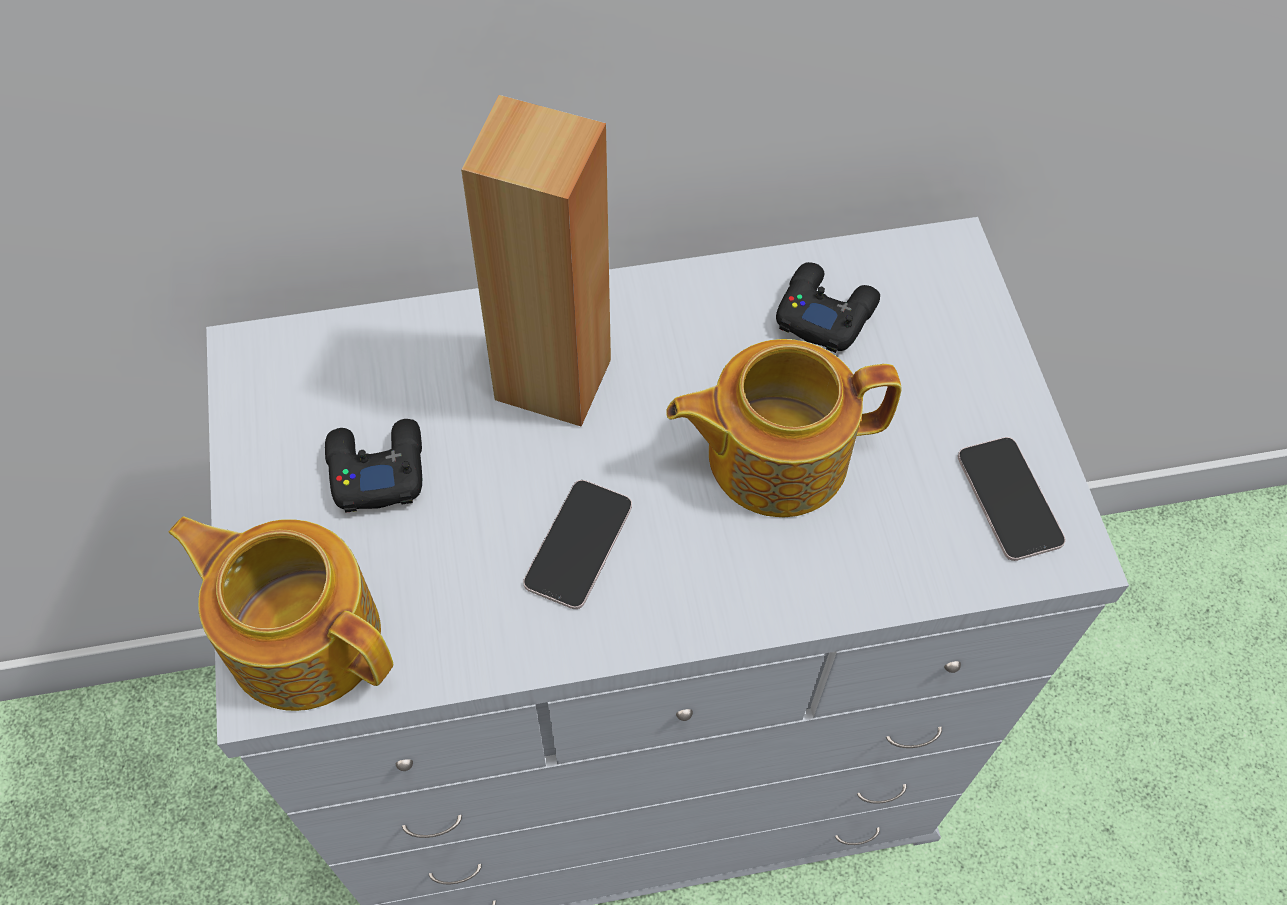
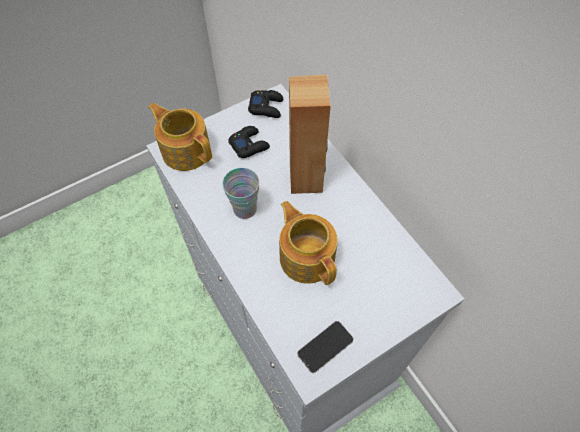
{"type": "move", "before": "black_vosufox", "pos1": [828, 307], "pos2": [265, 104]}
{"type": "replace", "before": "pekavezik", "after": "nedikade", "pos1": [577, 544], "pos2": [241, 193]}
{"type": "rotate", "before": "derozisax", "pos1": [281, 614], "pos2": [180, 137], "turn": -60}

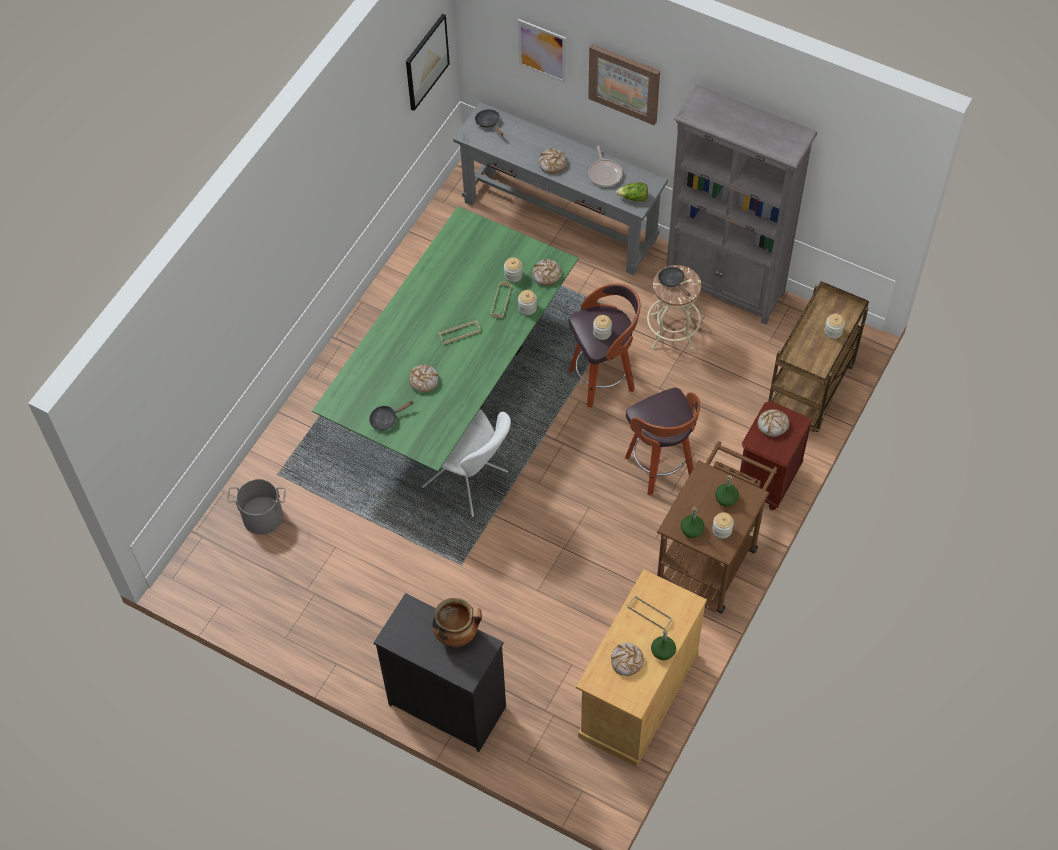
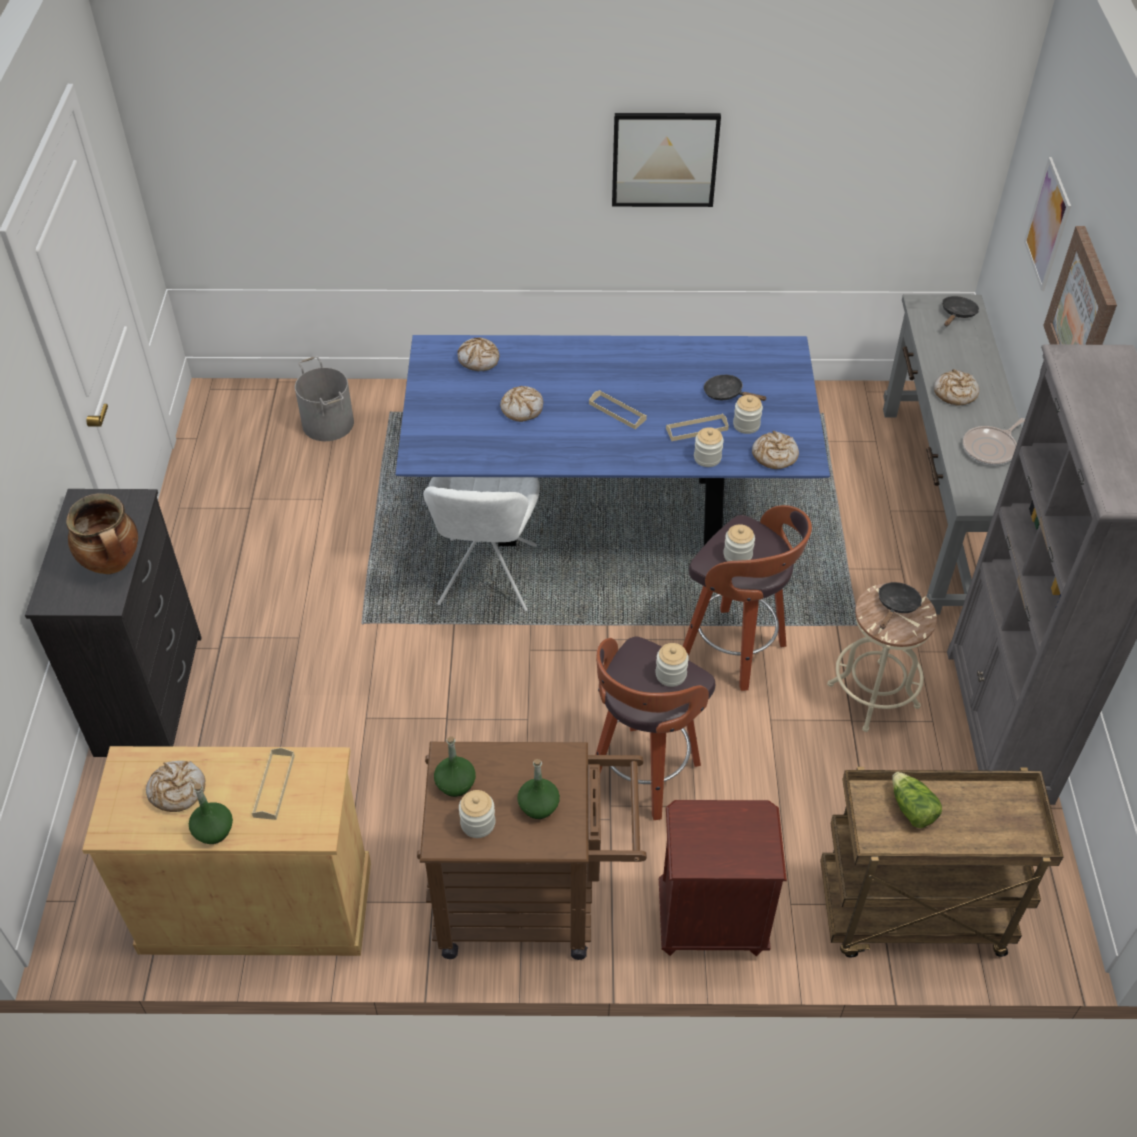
{"type": "move", "before": "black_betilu", "pos1": [391, 416], "pos2": [735, 388]}
{"type": "move", "before": "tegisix", "pos1": [428, 62], "pos2": [666, 160]}
{"type": "move", "before": "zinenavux", "pos1": [632, 192], "pos2": [917, 800]}
{"type": "move", "before": "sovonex", "pos1": [773, 423], "pos2": [478, 354]}
{"type": "move", "before": "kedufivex", "pos1": [835, 326], "pos2": [672, 665]}
{"type": "recolor", "before": "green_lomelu", "after": "blue_lomelu", "pos1": [445, 339], "pos2": [612, 440]}

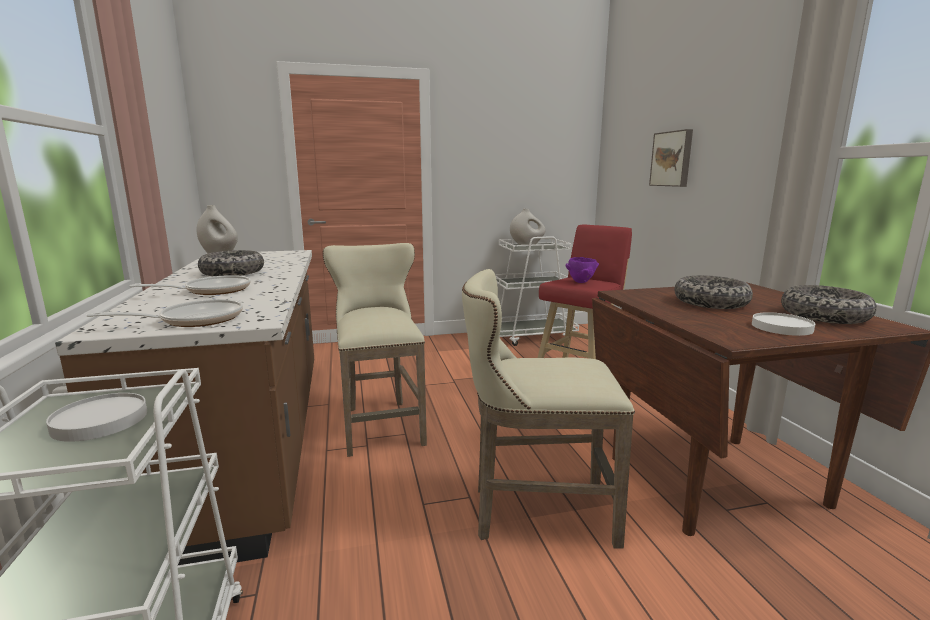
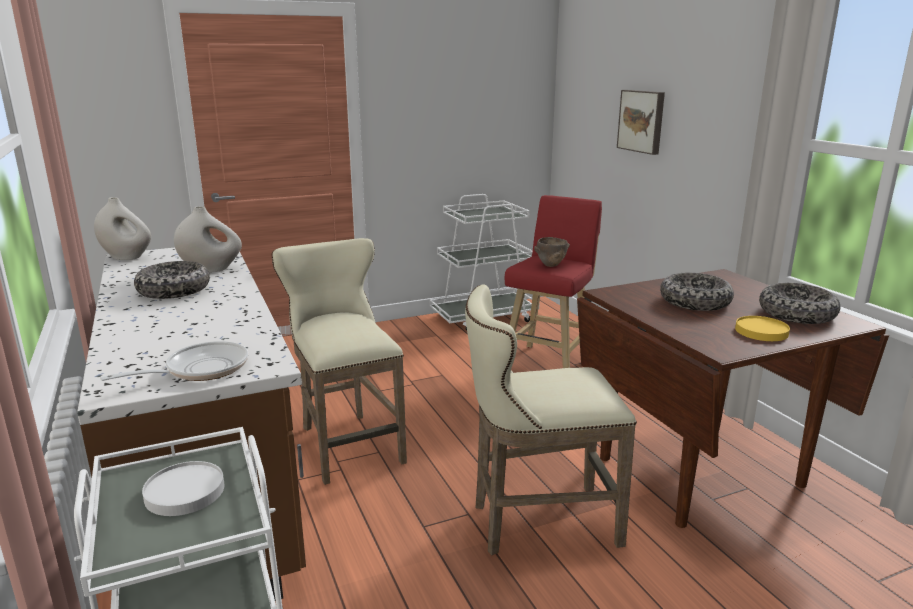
{"type": "delete", "before": "betilu", "pos1": [190, 285]}
{"type": "move", "before": "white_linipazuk", "pos1": [527, 227], "pos2": [208, 239]}
{"type": "recolor", "before": "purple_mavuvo", "after": "brown_mavuvo", "pos1": [582, 270], "pos2": [552, 252]}
{"type": "recolor", "before": "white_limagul", "after": "yellow_limagul", "pos1": [783, 324], "pos2": [762, 328]}

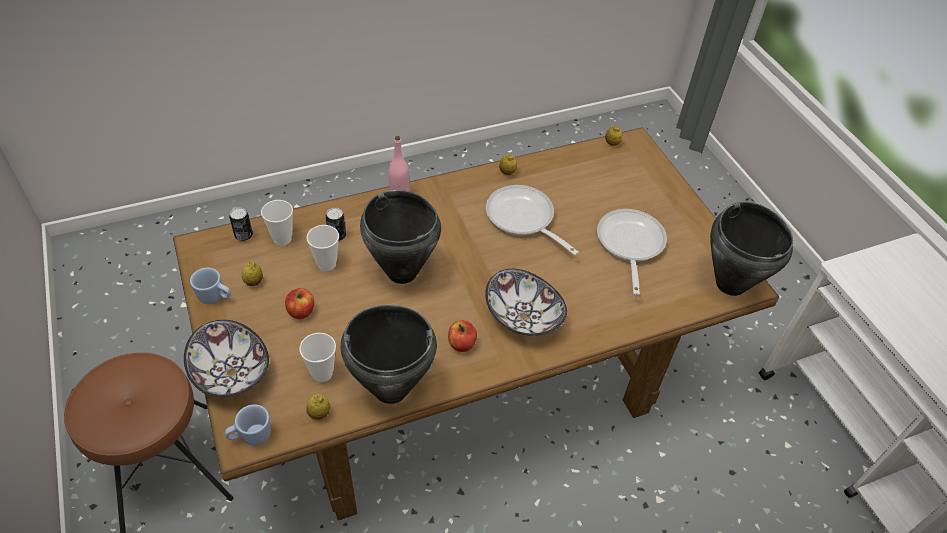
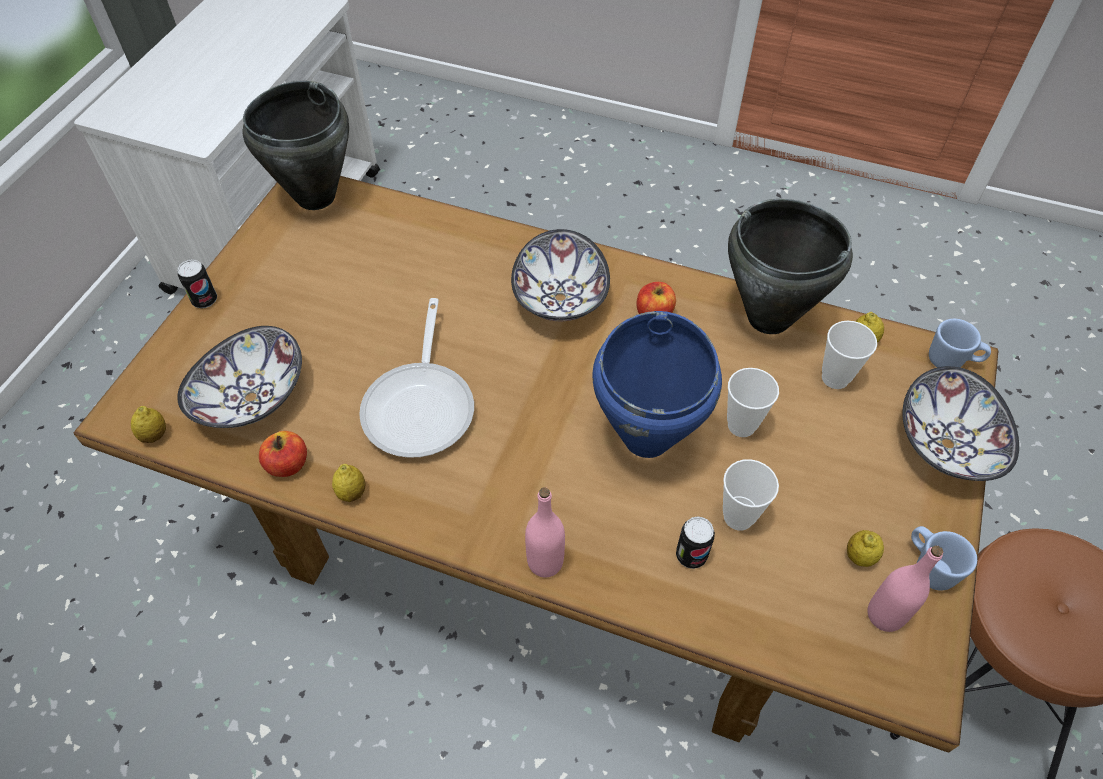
{"type": "delete", "before": "betilu", "pos1": [632, 252]}
{"type": "insert", "after": "mavuvo", "pos2": [239, 377]}
{"type": "insert", "after": "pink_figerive", "pos2": [905, 588]}
{"type": "move", "before": "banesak", "pos1": [241, 224], "pos2": [197, 283]}
{"type": "move", "before": "nedikade", "pos1": [277, 223], "pos2": [753, 402]}
{"type": "move", "before": "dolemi", "pos1": [299, 303], "pos2": [283, 454]}
{"type": "recolor", "before": "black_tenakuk", "after": "blue_tenakuk", "pos1": [400, 237], "pos2": [657, 384]}

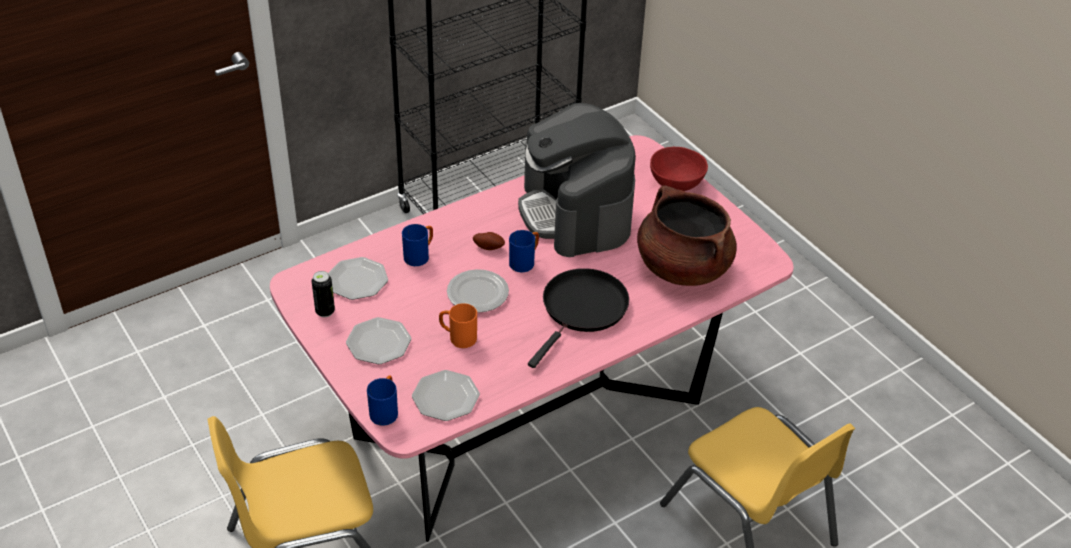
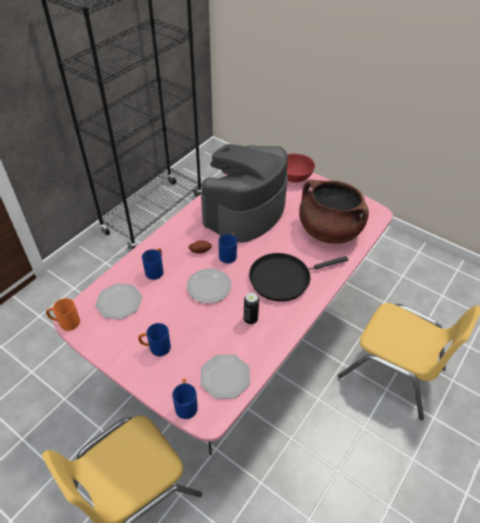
{"type": "move", "before": "banesak", "pos1": [323, 294], "pos2": [251, 308]}
{"type": "move", "before": "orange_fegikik", "pos1": [458, 325], "pos2": [63, 314]}
{"type": "replace", "before": "limagul", "after": "blue_fegikik", "pos1": [378, 340], "pos2": [154, 340]}
{"type": "rotate", "before": "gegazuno", "pos1": [577, 180], "pos2": [244, 193], "turn": 75}
{"type": "rotate", "before": "black_betilu", "pos1": [578, 318], "pos2": [298, 277], "turn": -120}

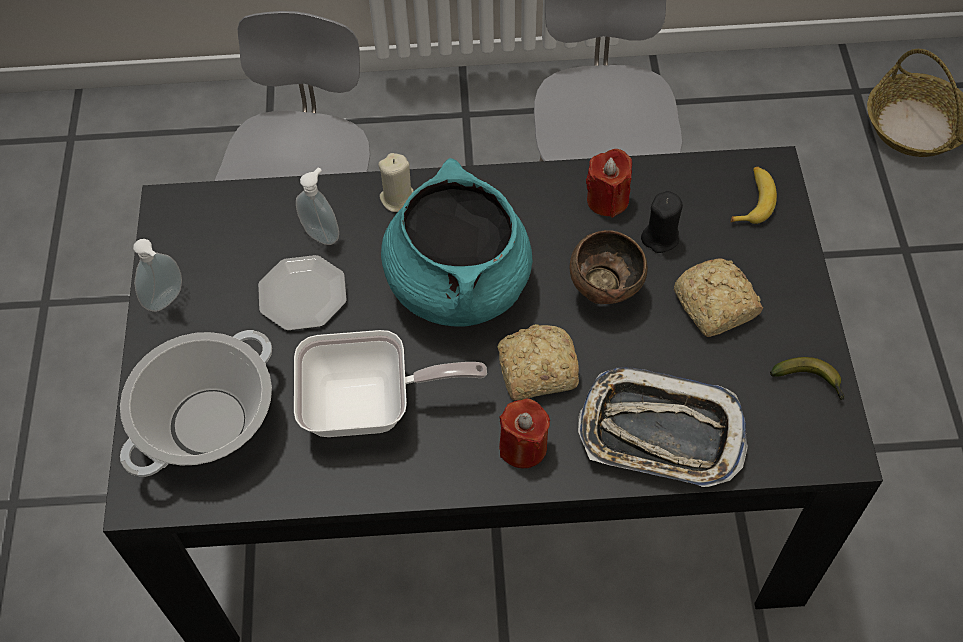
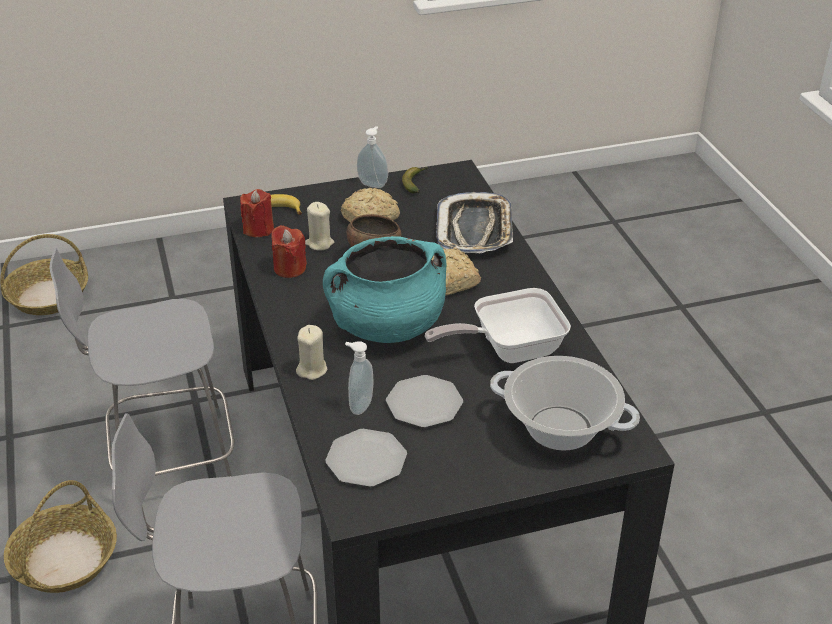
{"type": "insert", "after": "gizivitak", "pos2": [60, 536]}
{"type": "insert", "after": "limagul", "pos2": [366, 458]}
{"type": "move", "before": "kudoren", "pos1": [157, 275], "pos2": [372, 157]}
{"type": "move", "before": "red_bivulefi", "pos1": [524, 433], "pos2": [257, 213]}
{"type": "recolor", "before": "black_bivulefi", "after": "beige_bivulefi", "pos1": [662, 222], "pos2": [319, 226]}
{"type": "rotate", "before": "betilu", "pos1": [390, 383], "pos2": [498, 325], "turn": -90}

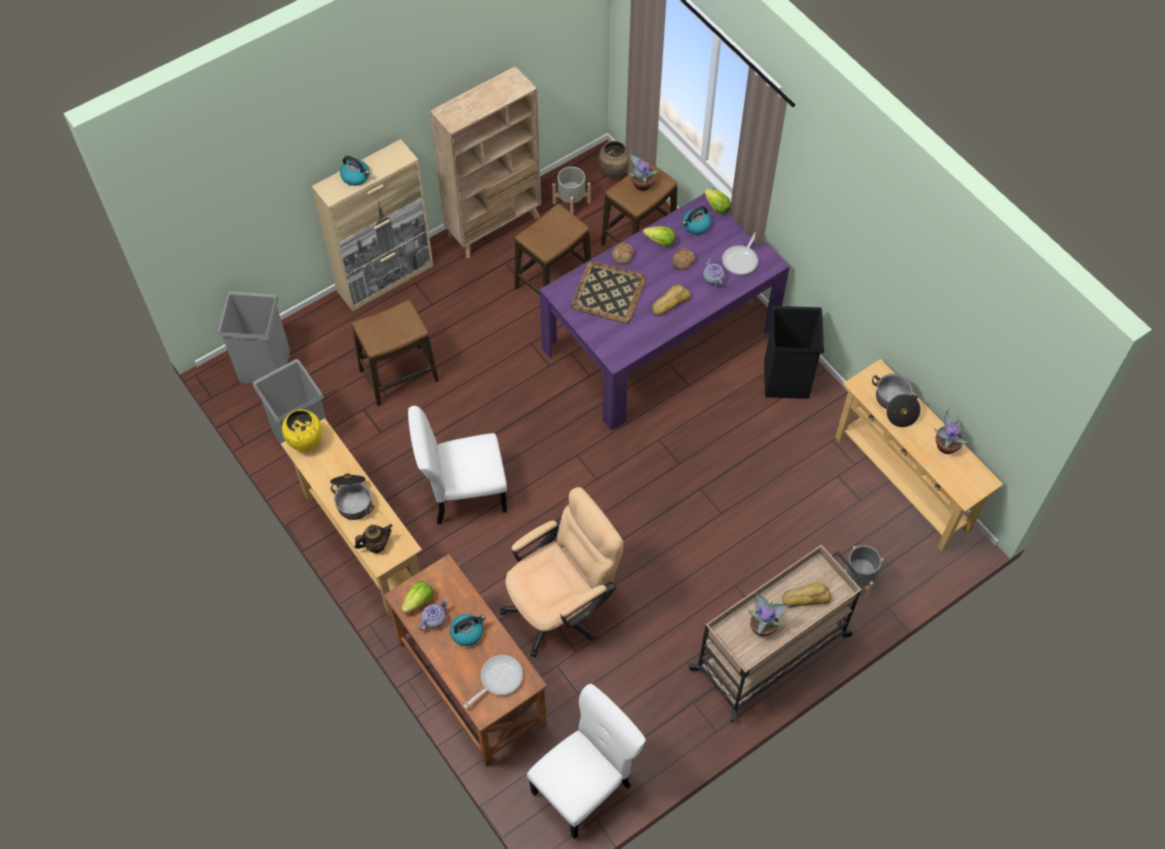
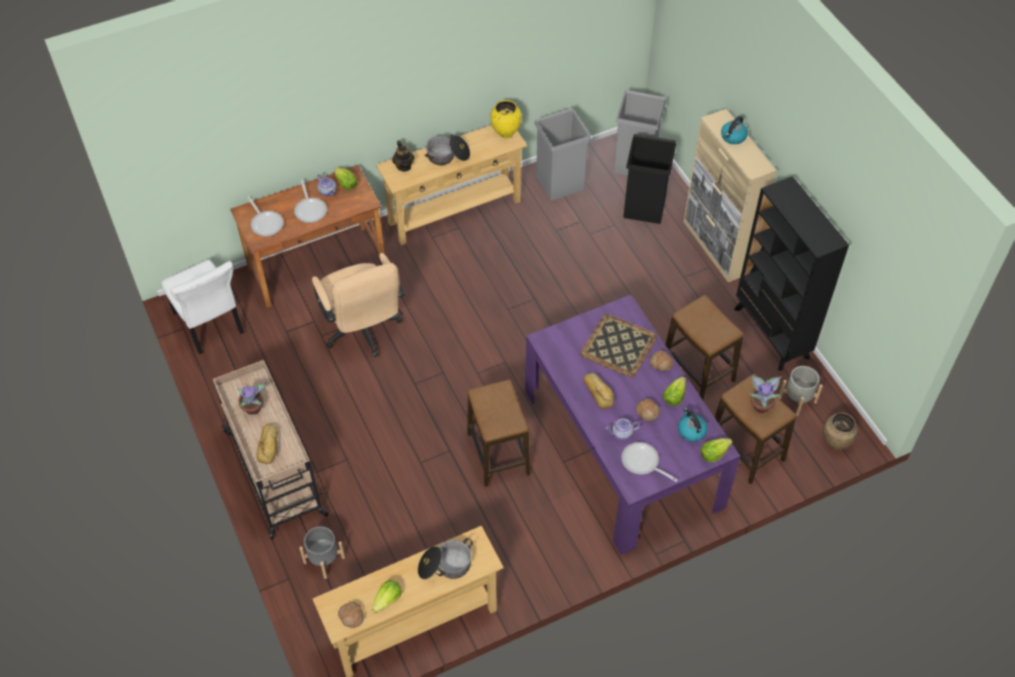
{"type": "delete", "before": "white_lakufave", "pos1": [457, 465]}
{"type": "insert", "after": "sovonex", "pos2": [351, 615]}
{"type": "move", "before": "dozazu", "pos1": [395, 353], "pos2": [498, 433]}
{"type": "move", "before": "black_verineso", "pos1": [794, 352], "pos2": [649, 179]}
{"type": "replace", "before": "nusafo", "after": "betilu", "pos1": [468, 630], "pos2": [310, 201]}
{"type": "replace", "before": "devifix", "after": "zinenavux", "pos1": [951, 431], "pos2": [387, 596]}
{"type": "recolor", "before": "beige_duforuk", "after": "black_duforuk", "pos1": [485, 162], "pos2": [791, 273]}

